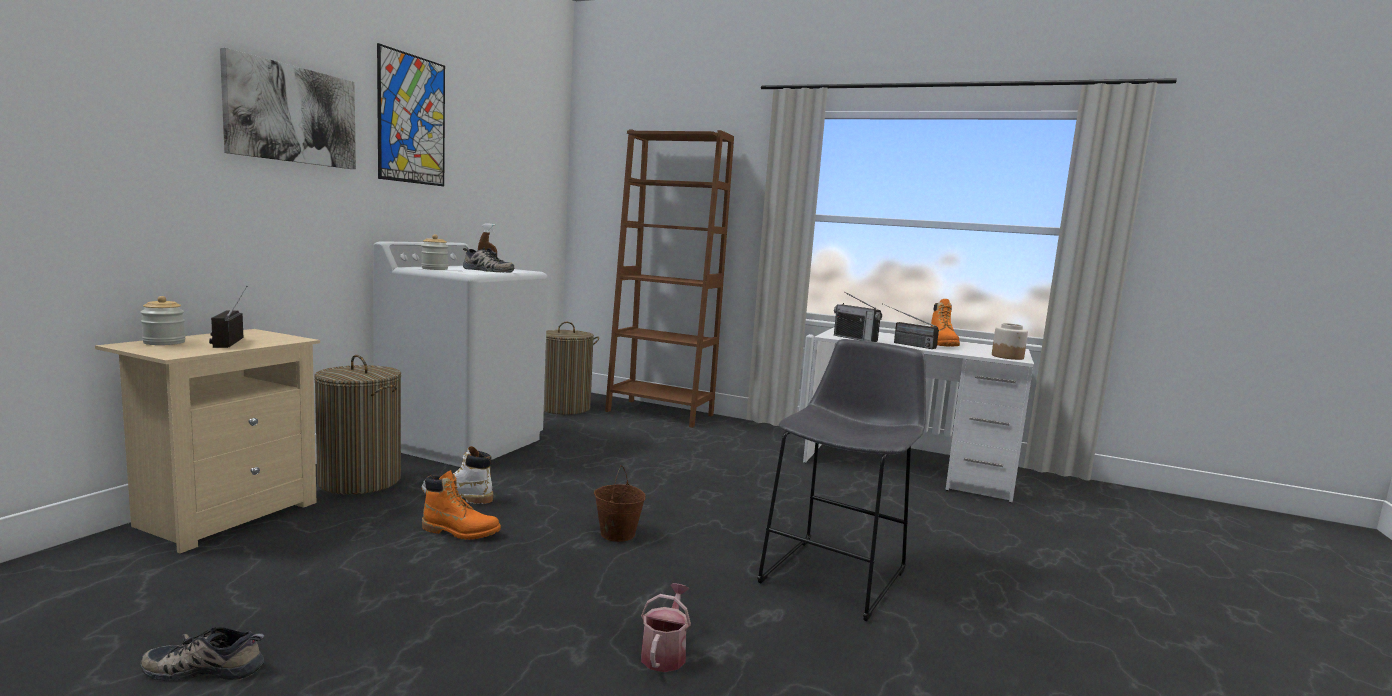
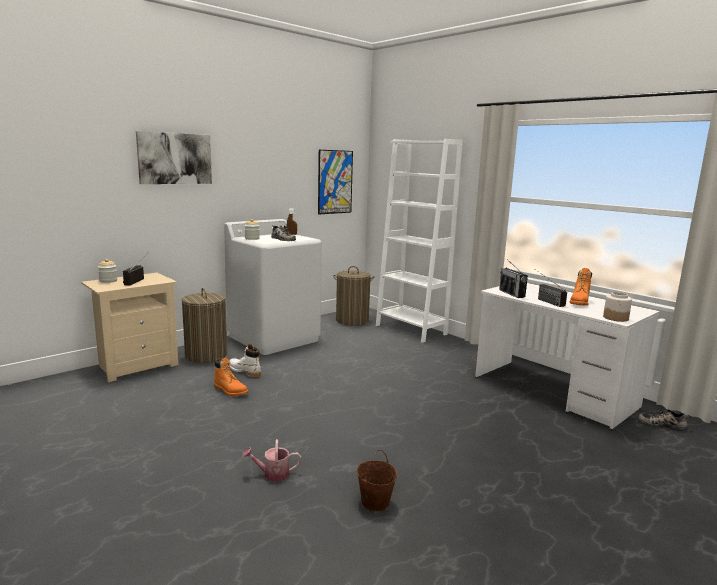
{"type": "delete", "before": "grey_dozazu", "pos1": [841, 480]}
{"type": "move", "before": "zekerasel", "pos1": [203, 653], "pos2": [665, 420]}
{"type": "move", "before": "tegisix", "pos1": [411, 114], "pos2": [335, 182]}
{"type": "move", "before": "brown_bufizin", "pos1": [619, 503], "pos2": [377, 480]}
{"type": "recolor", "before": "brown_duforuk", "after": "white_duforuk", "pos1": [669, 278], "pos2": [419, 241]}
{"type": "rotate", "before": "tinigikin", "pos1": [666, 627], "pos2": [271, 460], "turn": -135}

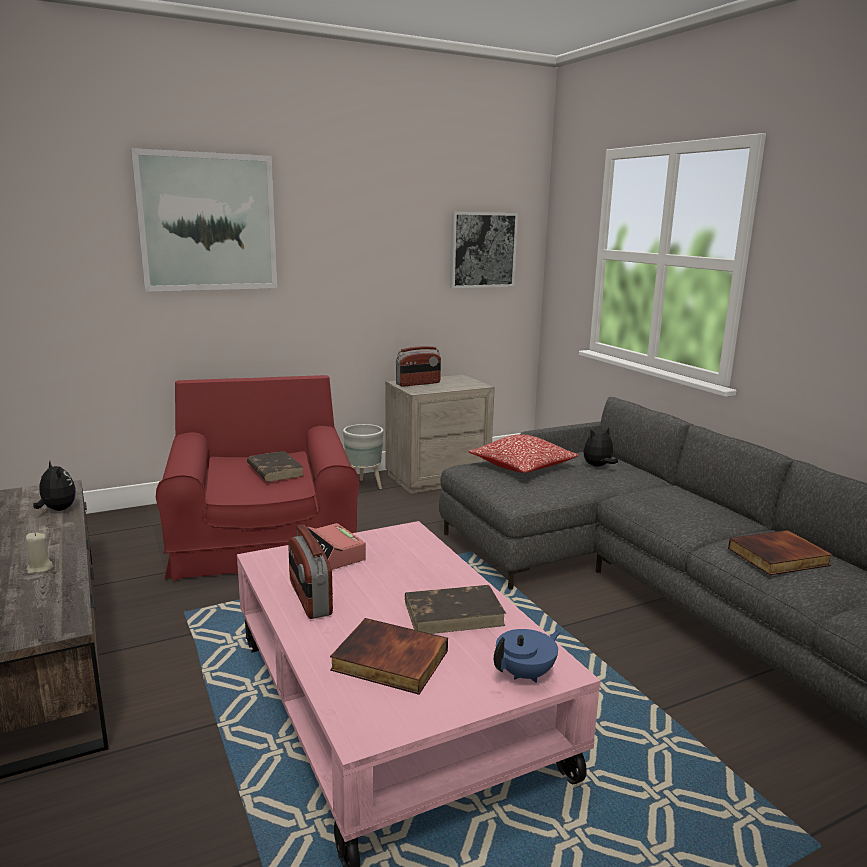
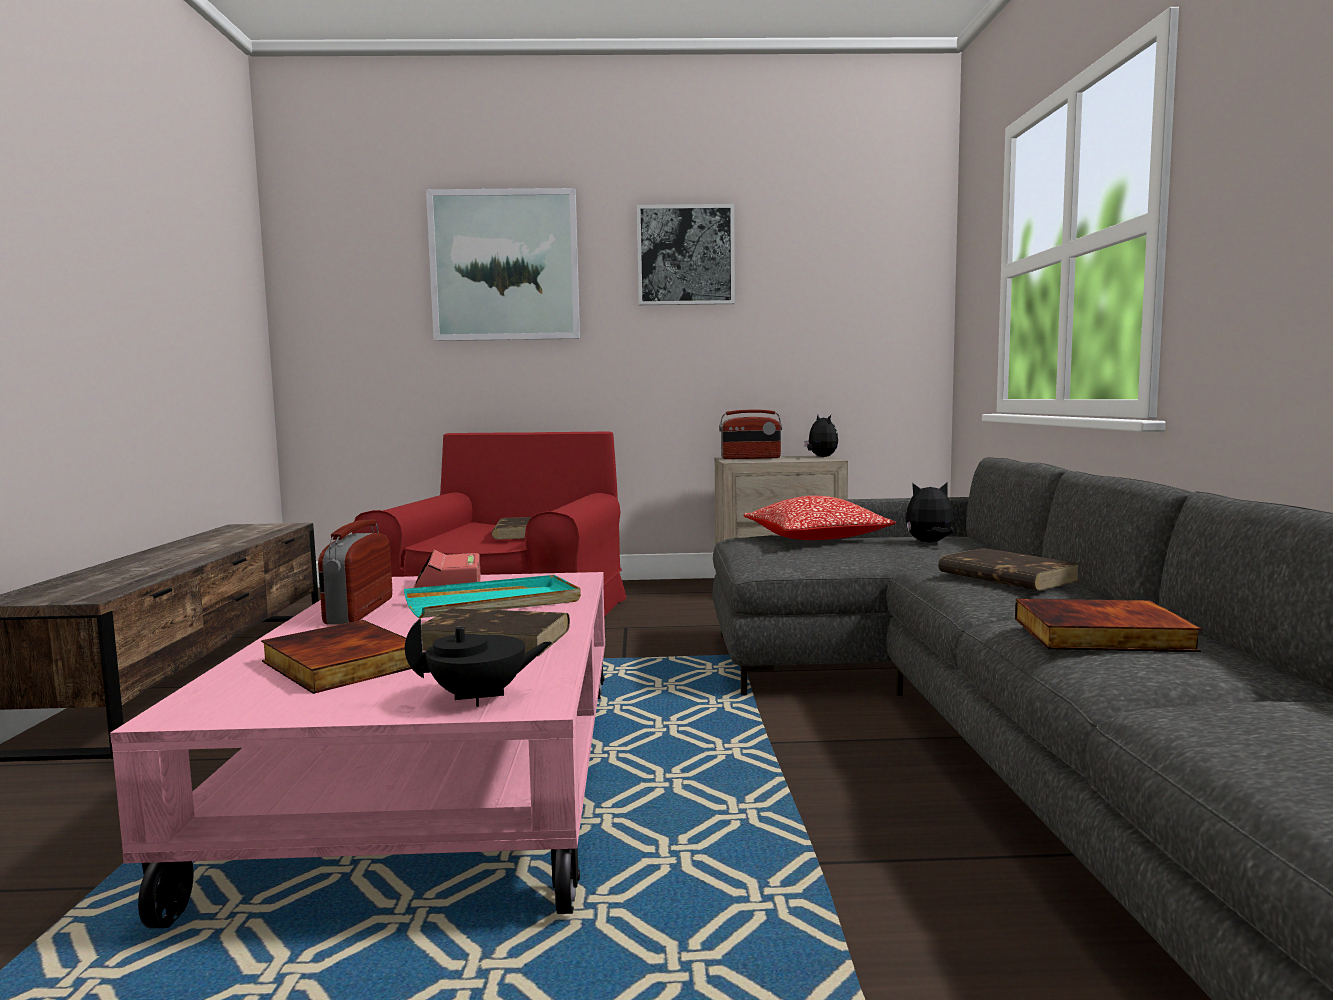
{"type": "delete", "before": "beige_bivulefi", "pos1": [39, 553]}
{"type": "delete", "before": "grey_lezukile", "pos1": [363, 456]}
{"type": "insert", "after": "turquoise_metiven", "pos2": [492, 596]}
{"type": "insert", "after": "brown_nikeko", "pos2": [1009, 569]}
{"type": "move", "before": "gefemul", "pos1": [54, 486], "pos2": [821, 436]}
{"type": "move", "before": "tegisix", "pos1": [484, 250], "pos2": [686, 254]}
{"type": "recolor", "before": "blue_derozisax", "after": "black_derozisax", "pos1": [527, 656], "pos2": [478, 662]}

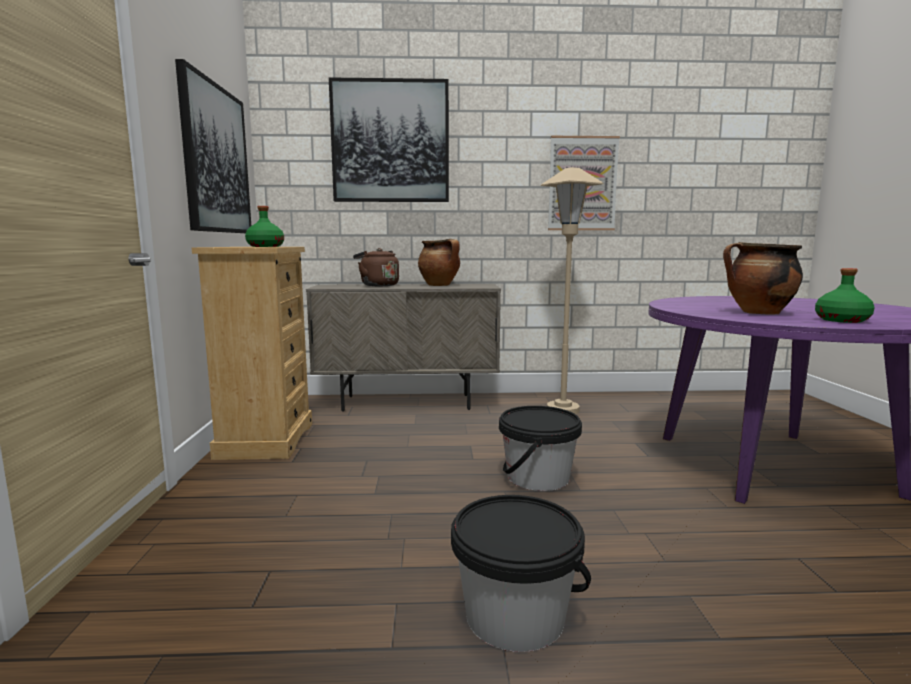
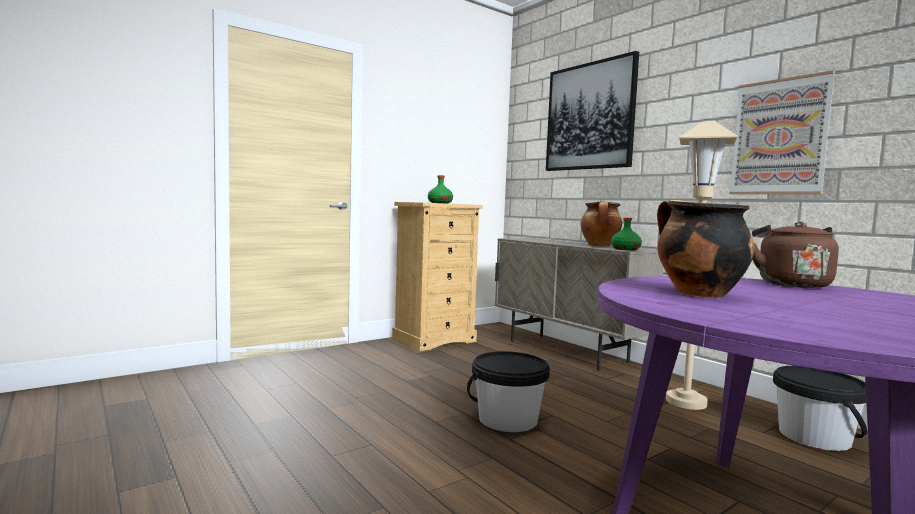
{"type": "delete", "before": "tegisix", "pos1": [213, 146]}
{"type": "move", "before": "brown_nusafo", "pos1": [376, 267], "pos2": [795, 255]}
{"type": "move", "before": "black_bufizin", "pos1": [521, 573], "pos2": [820, 408]}
{"type": "move", "before": "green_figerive", "pos1": [845, 295], "pos2": [626, 234]}

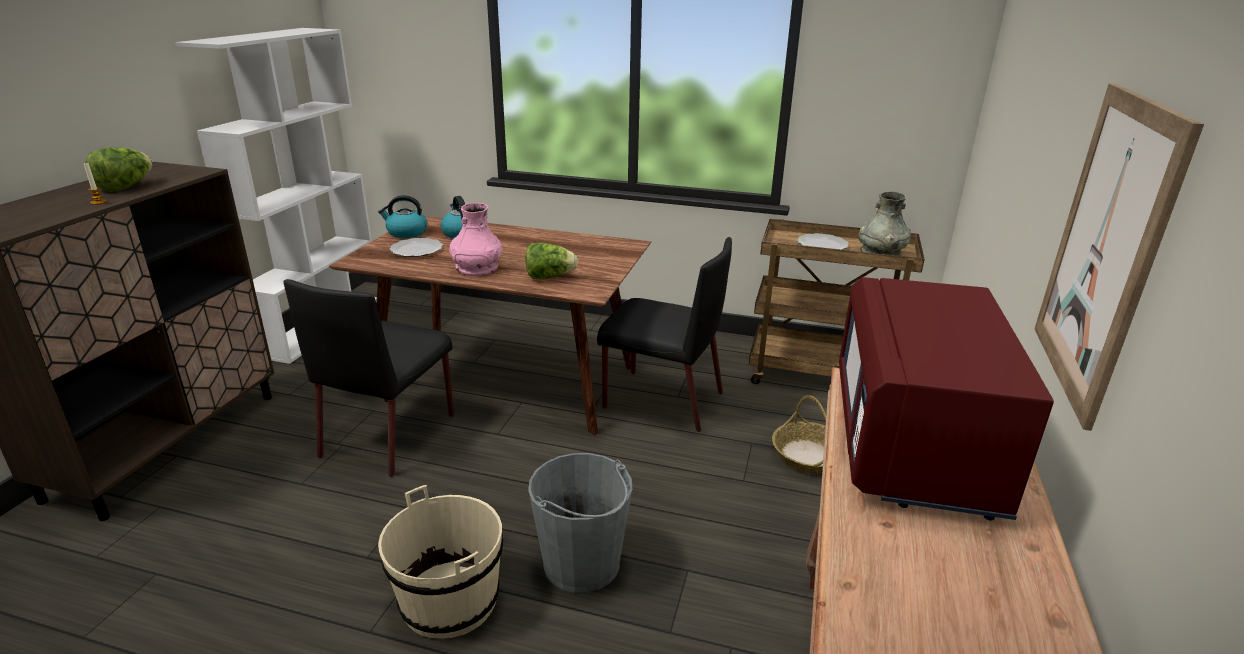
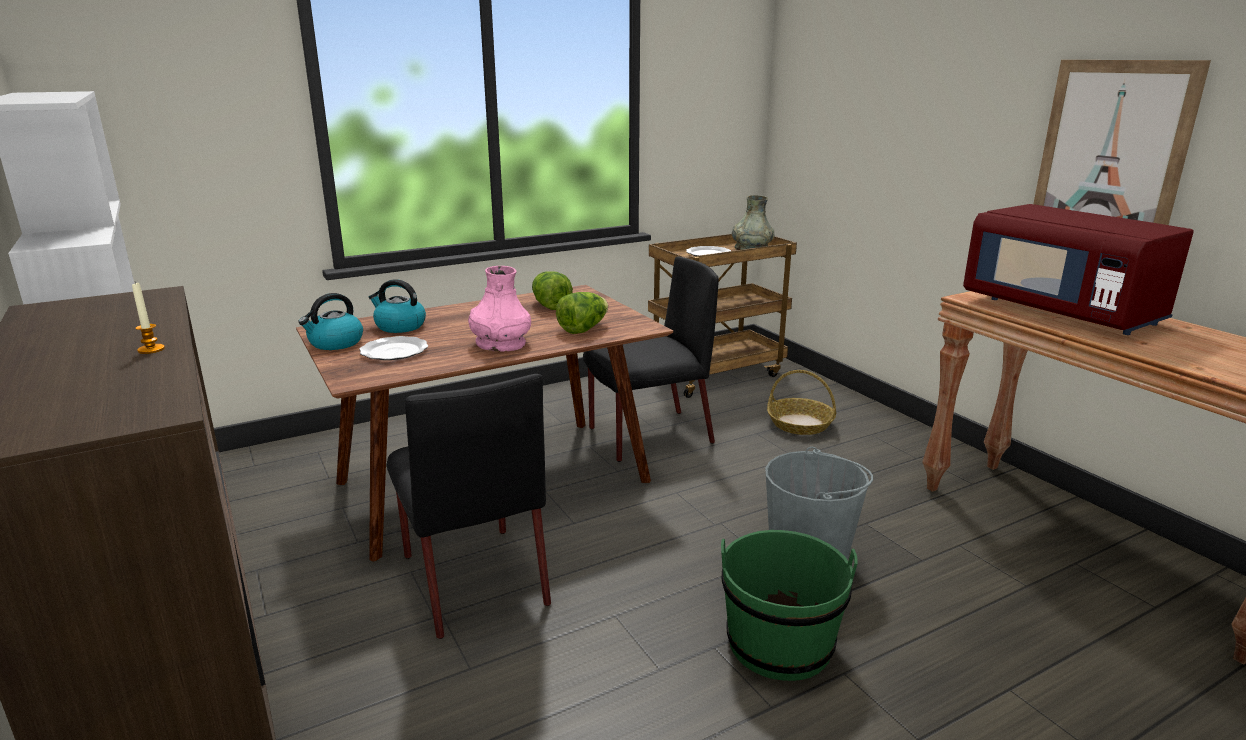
{"type": "move", "before": "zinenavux", "pos1": [119, 169], "pos2": [552, 290]}
{"type": "recolor", "before": "beige_bufizin", "after": "green_bufizin", "pos1": [440, 562], "pos2": [789, 605]}

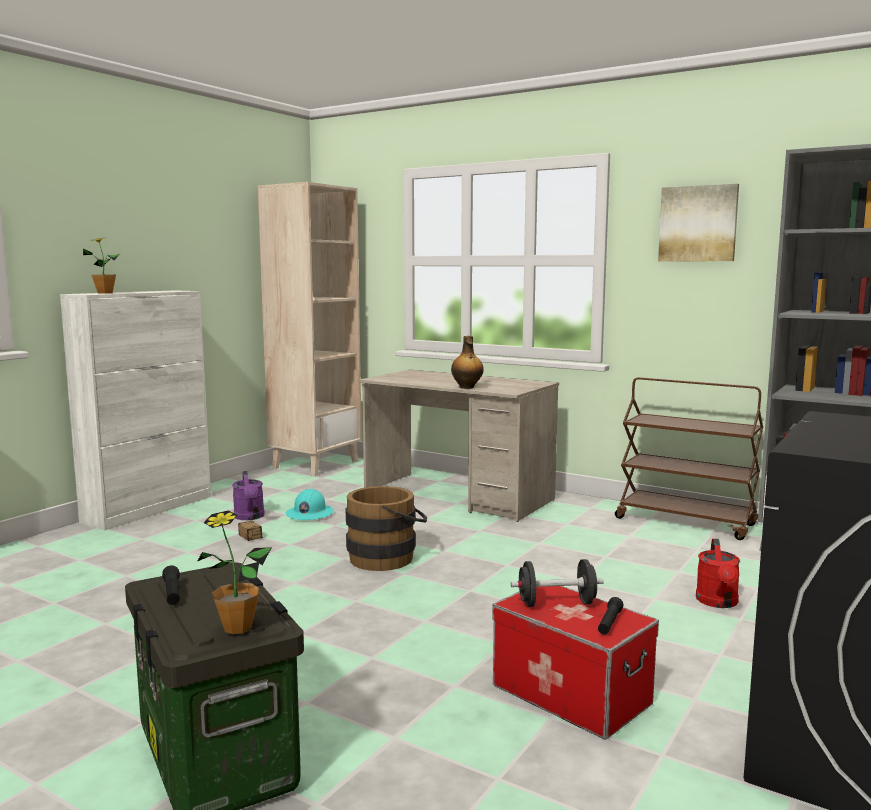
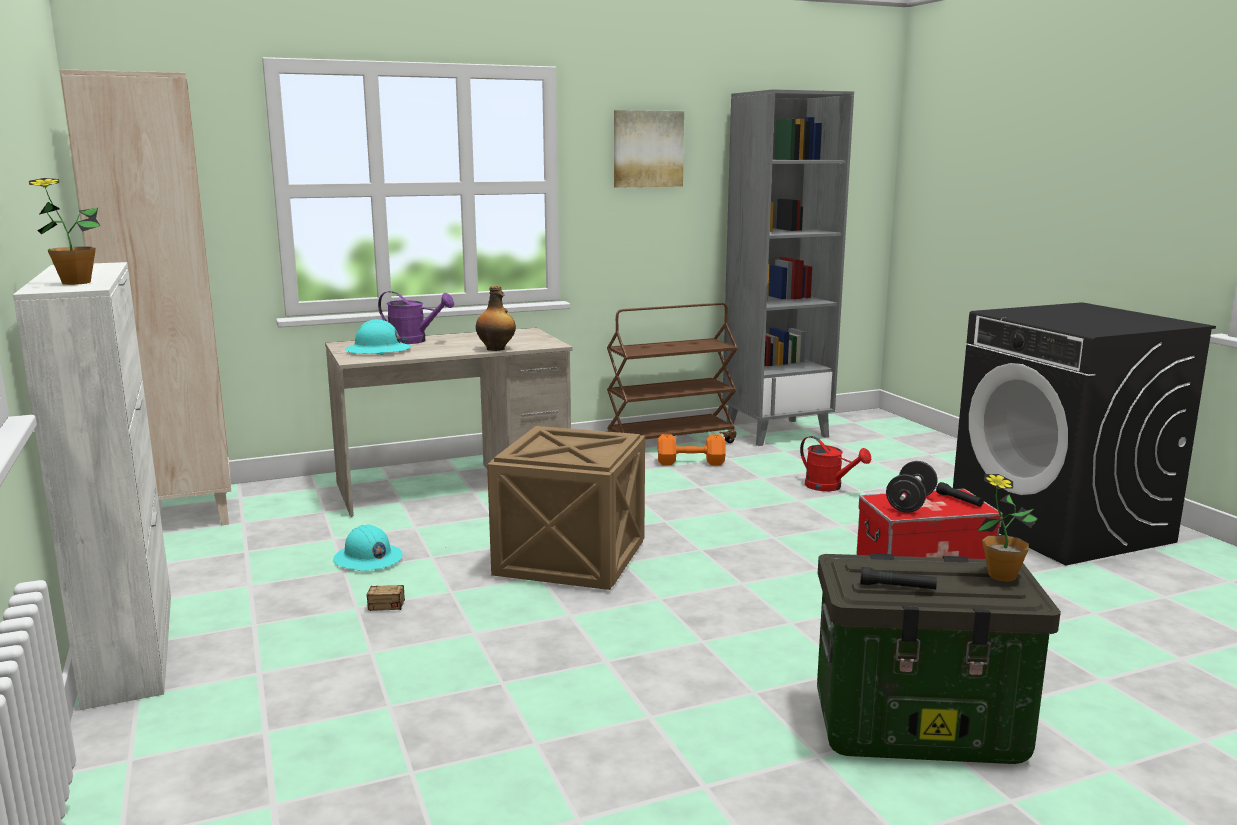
{"type": "insert", "after": "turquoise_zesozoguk", "pos2": [378, 337]}
{"type": "insert", "after": "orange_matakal", "pos2": [692, 449]}
{"type": "move", "before": "purple_tinigikin", "pos1": [248, 495], "pos2": [416, 317]}
{"type": "replace", "before": "brown_bufizin", "after": "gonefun", "pos1": [386, 528], "pos2": [566, 508]}

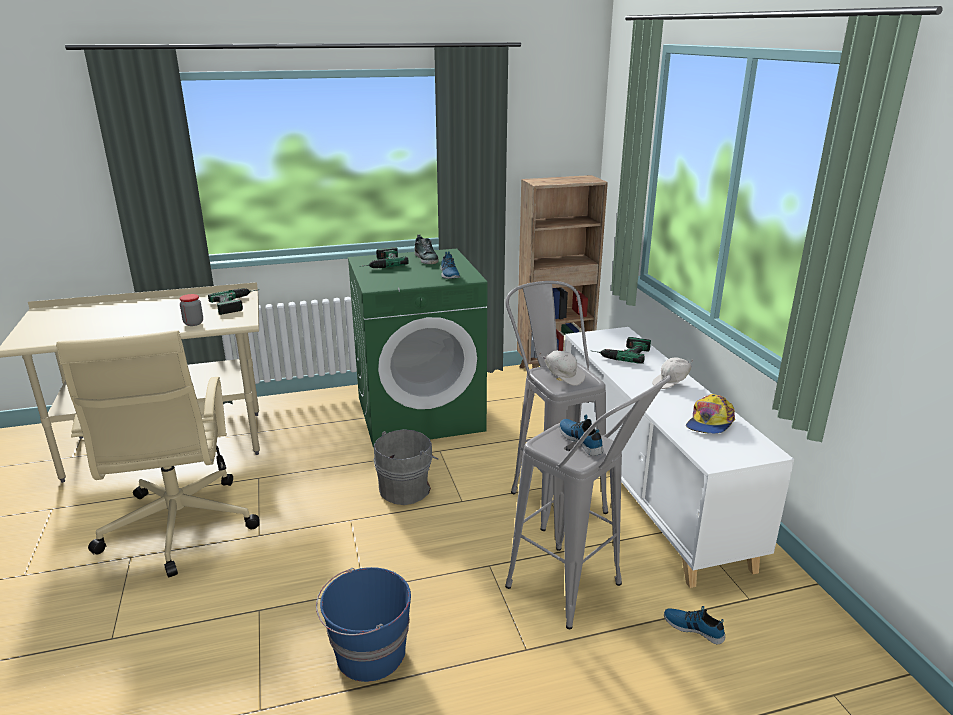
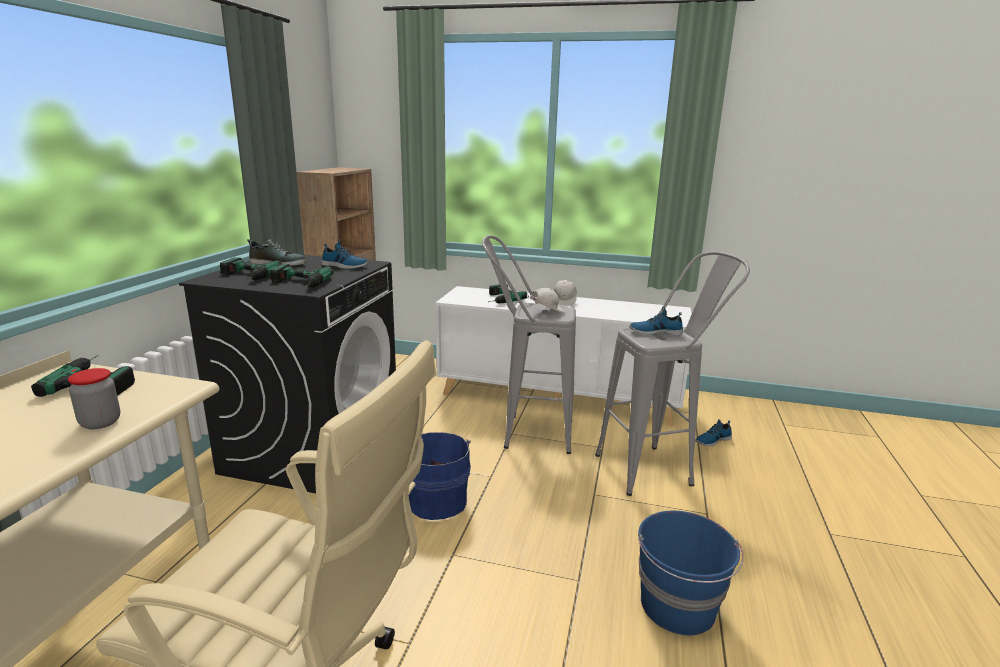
{"type": "delete", "before": "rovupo", "pos1": [710, 414]}
{"type": "insert", "after": "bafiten", "pos2": [302, 276]}
{"type": "recolor", "before": "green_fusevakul", "after": "black_fusevakul", "pos1": [418, 348], "pos2": [287, 373]}
{"type": "recolor", "before": "grey_bufizin", "after": "blue_bufizin", "pos1": [405, 467], "pos2": [440, 476]}

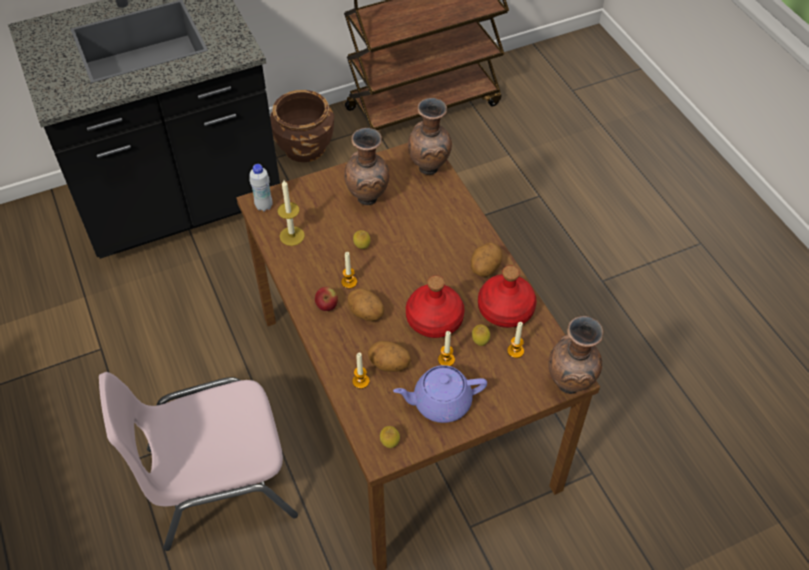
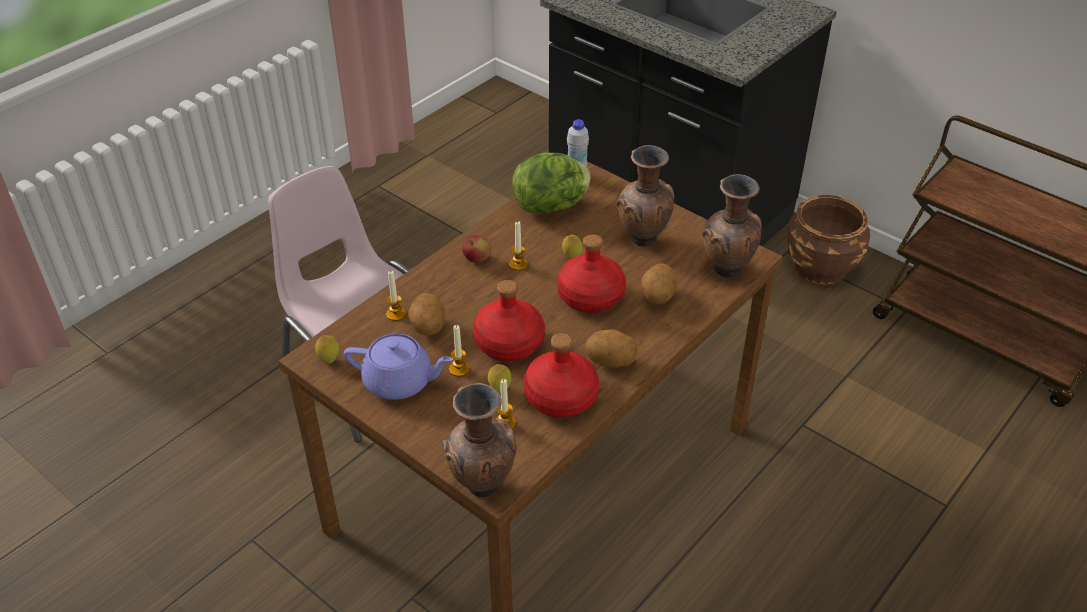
{"type": "insert", "after": "red_figerive", "pos2": [591, 274]}
{"type": "move", "before": "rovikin", "pos1": [365, 304], "pos2": [659, 283]}
{"type": "replace", "before": "bivulefi", "after": "zinenavux", "pos1": [291, 213], "pos2": [551, 183]}
{"type": "rotate", "before": "purple_derozisax", "pos1": [440, 394], "pos2": [398, 367], "turn": 135}

